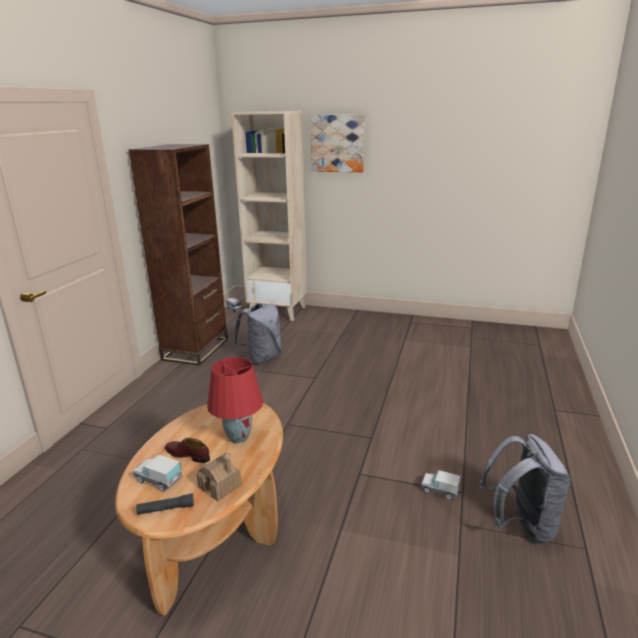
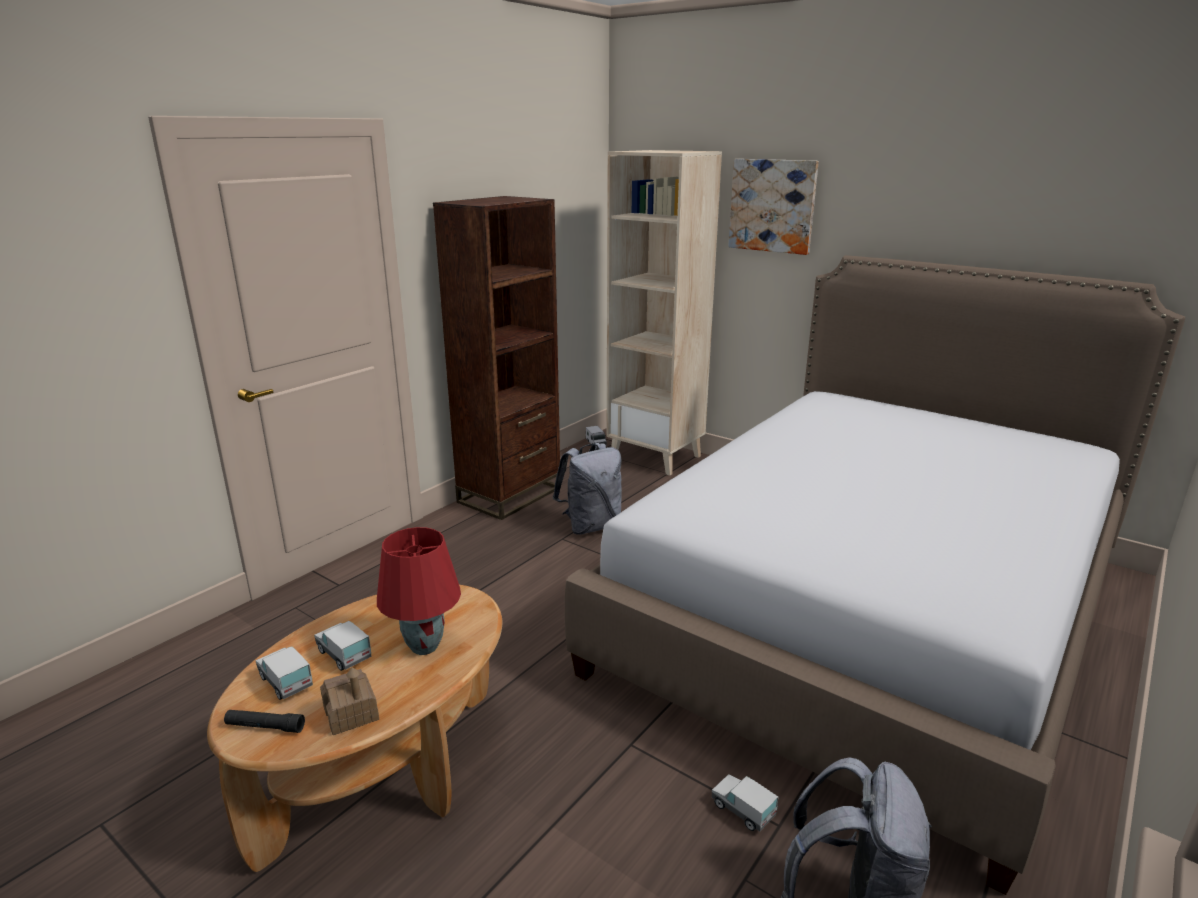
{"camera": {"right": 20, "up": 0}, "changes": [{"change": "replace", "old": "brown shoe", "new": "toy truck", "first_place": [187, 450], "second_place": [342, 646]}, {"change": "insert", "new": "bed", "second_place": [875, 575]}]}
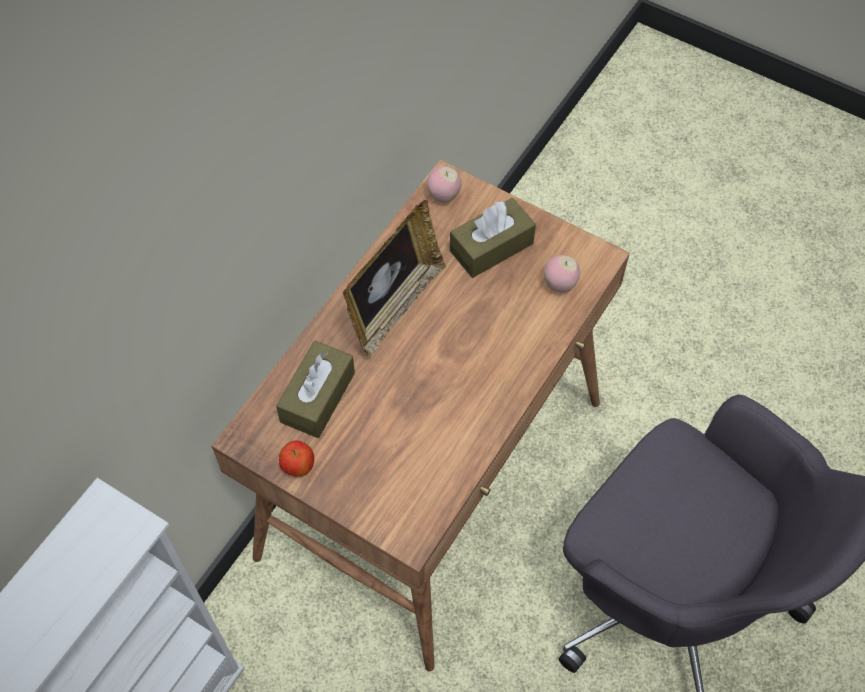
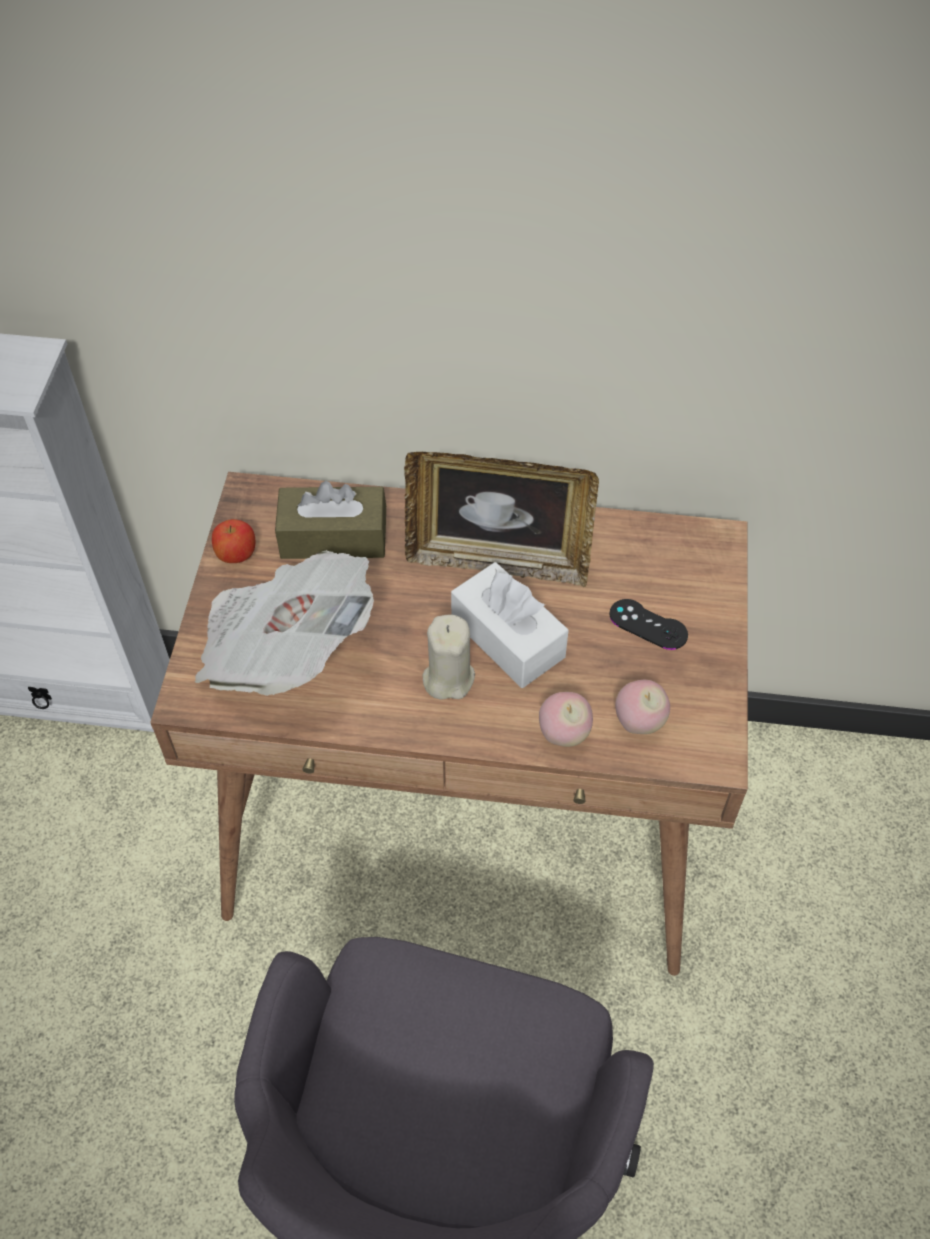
{"camera": {"right": 65, "up": -5}, "changes": [{"change": "move", "old": "apple", "first_place": [444, 184], "second_place": [566, 719]}, {"change": "replace", "old": "brown tissue box", "new": "black game controller", "first_place": [493, 238], "second_place": [649, 624]}, {"change": "insert", "new": "newspaper", "second_place": [284, 623]}, {"change": "insert", "new": "white tissue box", "second_place": [510, 625]}, {"change": "insert", "new": "beige candle", "second_place": [449, 657]}]}
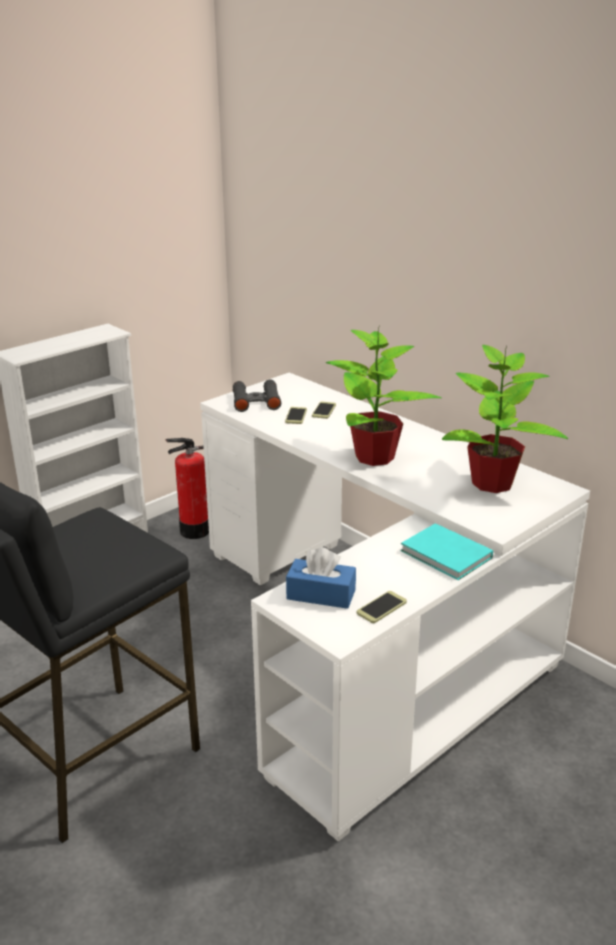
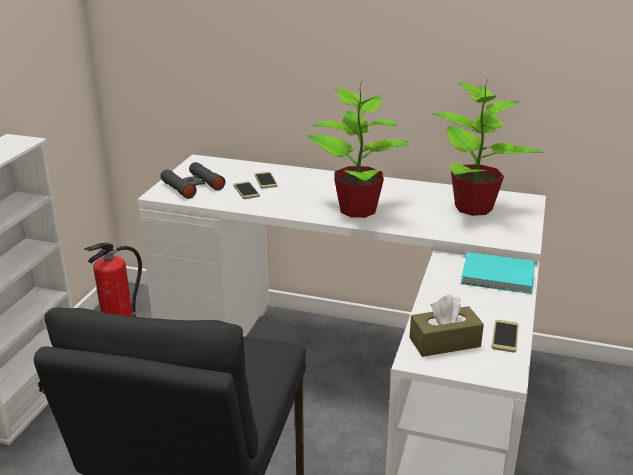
{"camera": {"right": -30, "up": 0}, "changes": [{"change": "recolor", "old": "blue tissue box", "new": "brown tissue box", "first_place": [321, 578], "second_place": [446, 326]}]}
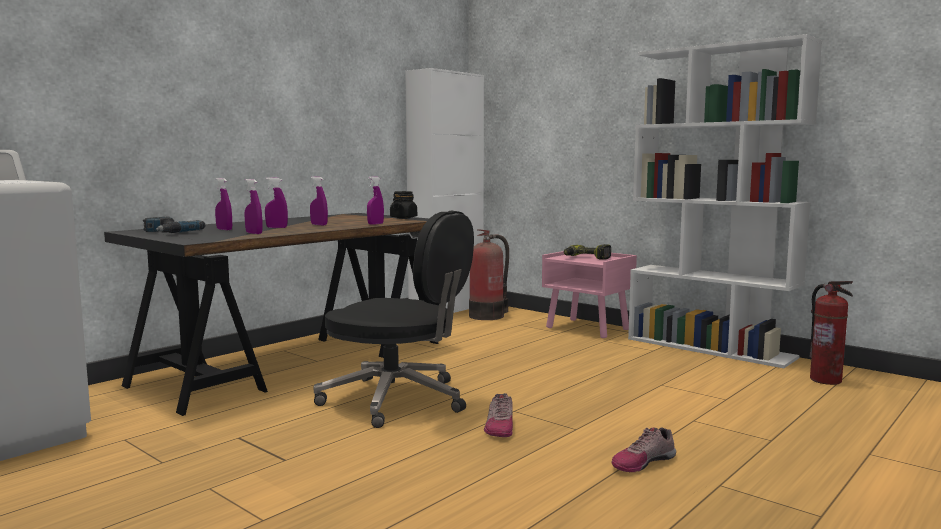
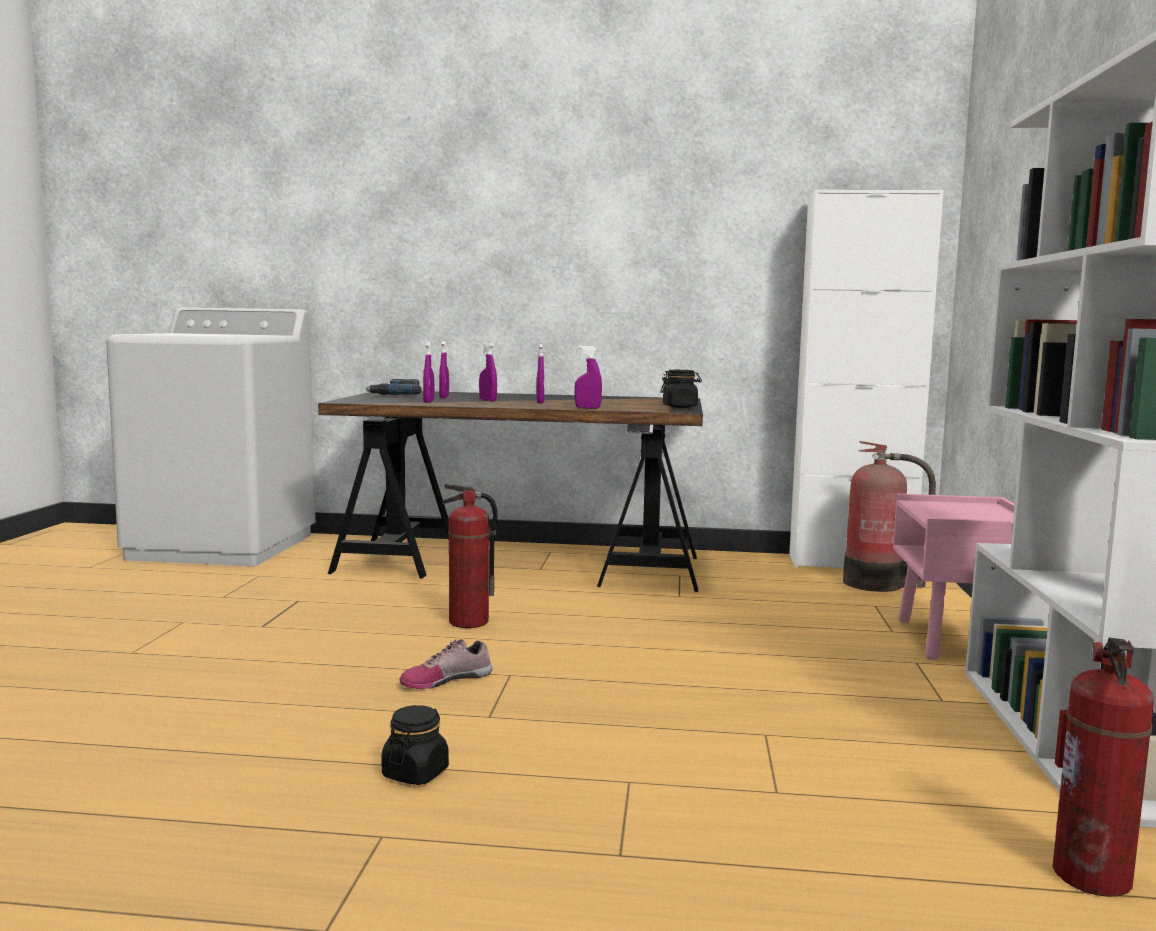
{"camera": {"right": 55, "up": 0}, "changes": [{"change": "replace", "old": "black office chair", "new": "fire extinguisher", "first_place": [393, 319], "second_place": [470, 556]}, {"change": "delete", "old": "power drill", "first_place": [587, 252]}, {"change": "replace", "old": "shoe", "new": "black jar", "first_place": [643, 449], "second_place": [415, 745]}]}
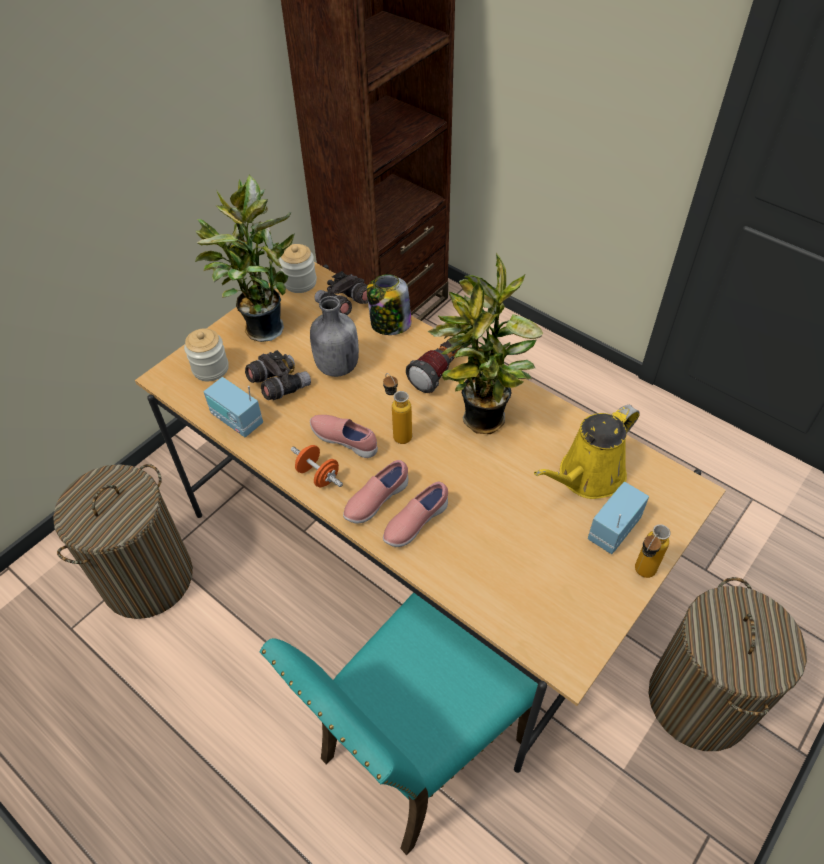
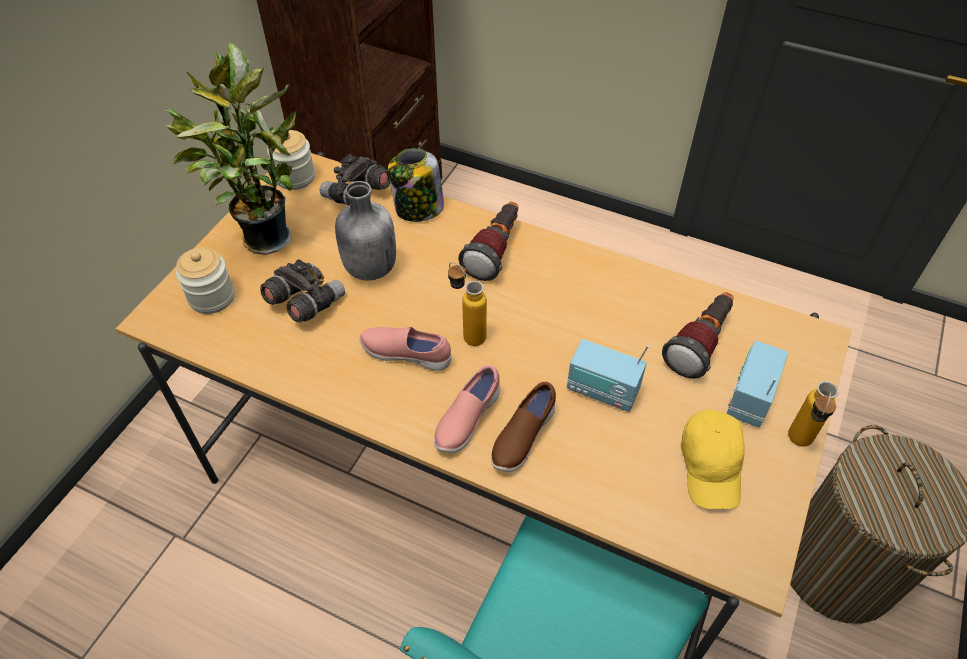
{"camera": {"right": -15, "up": 0}, "changes": [{"change": "delete", "old": "potted plant", "first_place": [485, 343]}, {"change": "move", "old": "radio", "first_place": [233, 407], "second_place": [608, 375]}, {"change": "replace", "old": "yellow watering can", "new": "flashlight", "first_place": [587, 452], "second_place": [698, 335]}, {"change": "delete", "old": "orange dumbbell", "first_place": [317, 466]}, {"change": "delete", "old": "laundry basket", "first_place": [123, 541]}, {"change": "recolor", "old": "pink shoe", "new": "brown shoe", "first_place": [415, 514], "second_place": [523, 427]}, {"change": "insert", "new": "yellow cap", "second_place": [713, 459]}]}
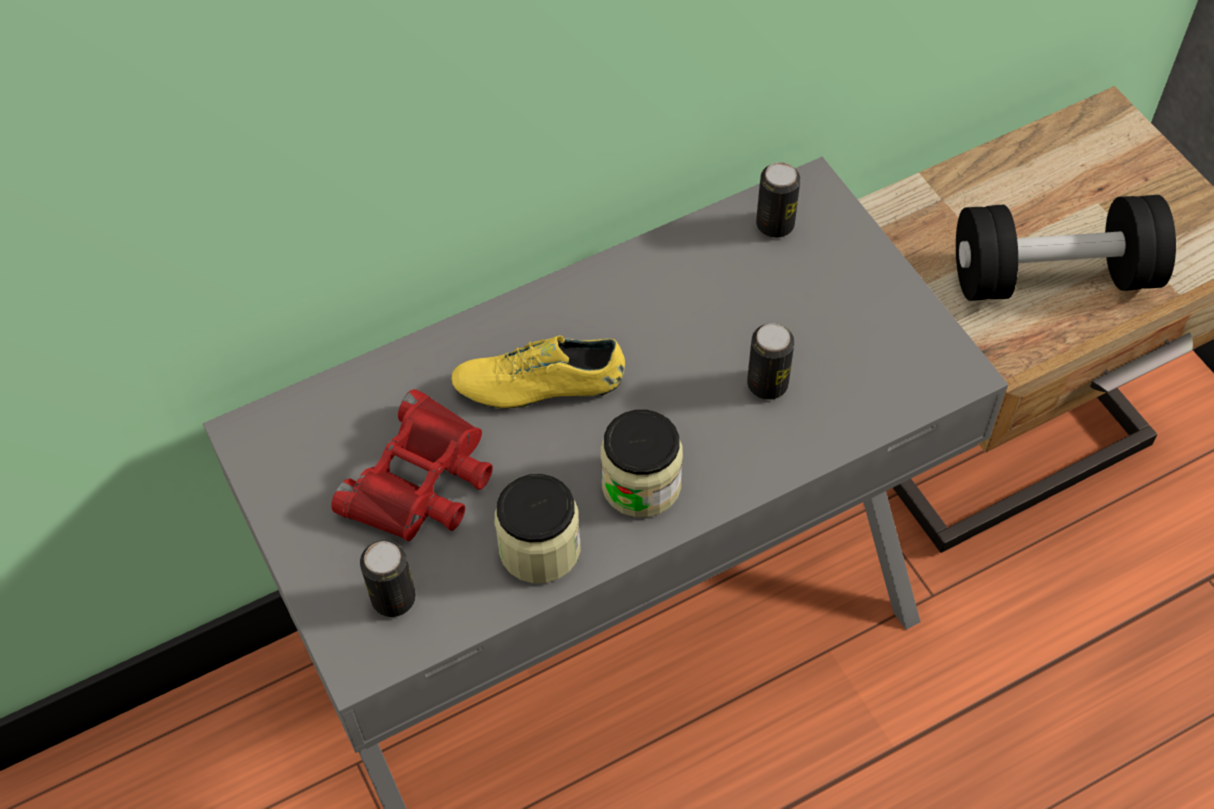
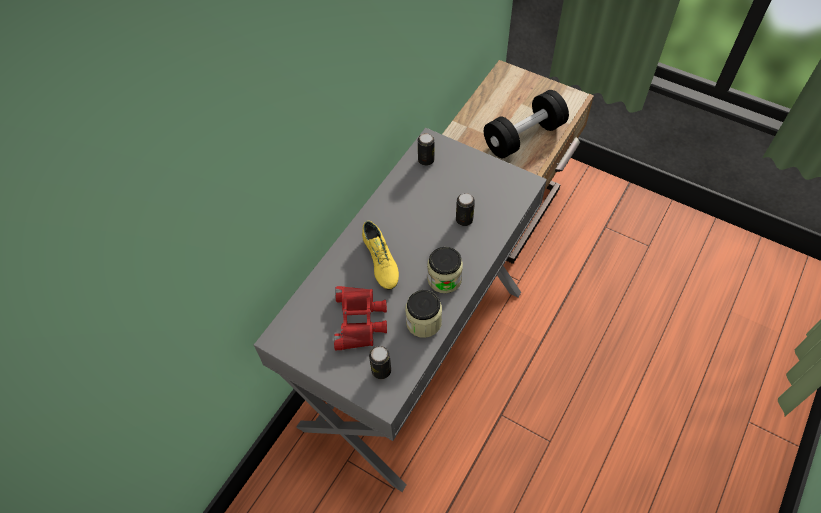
{"camera": {"right": -30, "up": 0}, "changes": [{"change": "rotate", "old": "yellow shoe", "first_place": [538, 372], "second_place": [380, 255], "degrees": -75}]}
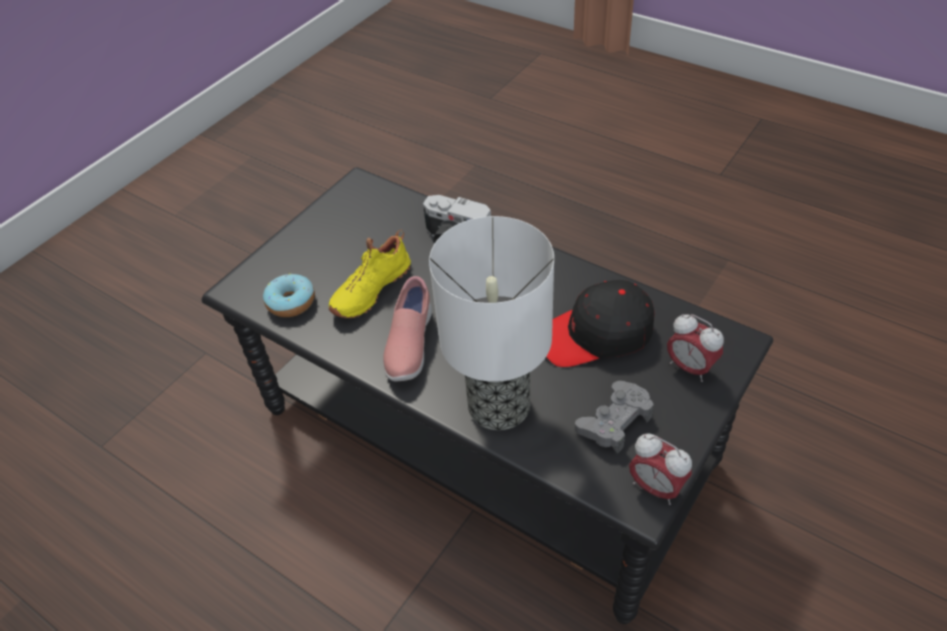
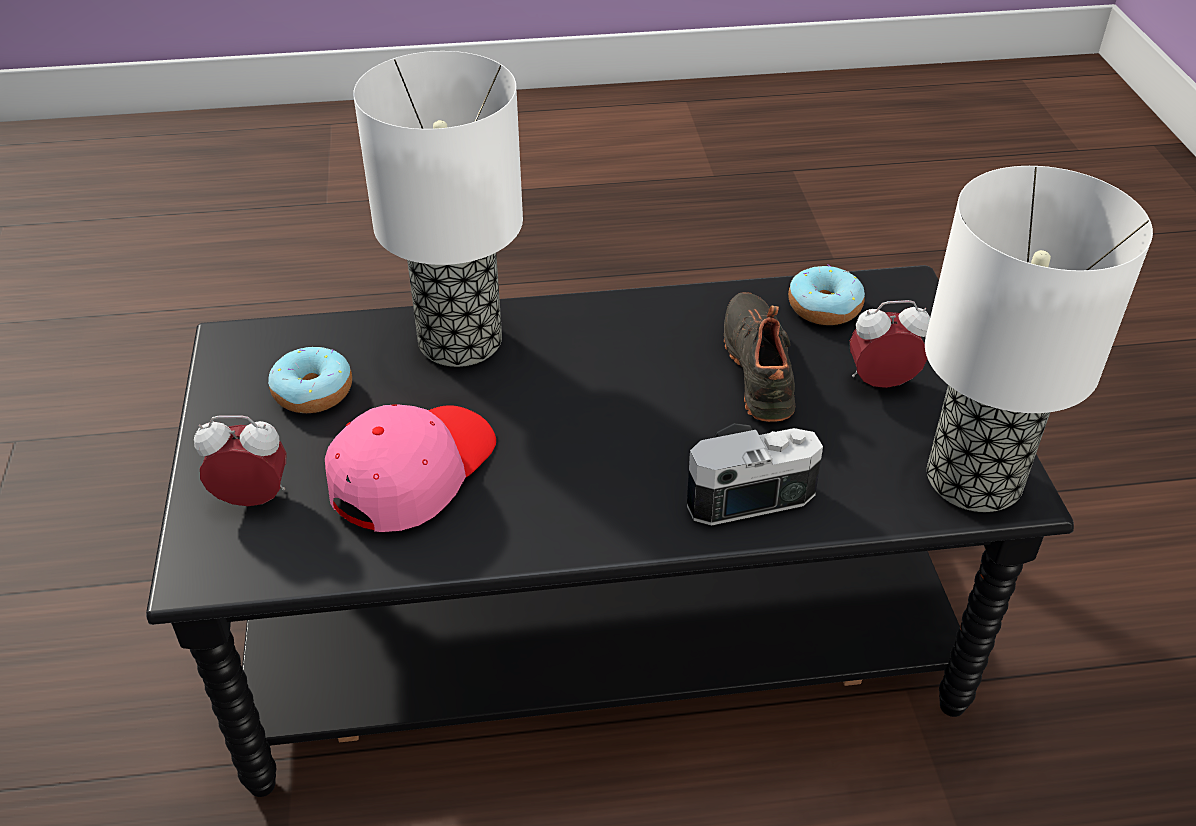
{"camera": {"right": 135, "up": -5}, "changes": [{"change": "recolor", "old": "yellow shoe", "new": "black shoe", "first_place": [370, 274], "second_place": [759, 357]}, {"change": "delete", "old": "pink shoe", "first_place": [407, 328]}, {"change": "recolor", "old": "black cap", "new": "pink cap", "first_place": [600, 323], "second_place": [410, 468]}, {"change": "replace", "old": "grey game controller", "new": "donut", "first_place": [614, 417], "second_place": [310, 380]}, {"change": "move", "old": "alarm clock", "first_place": [660, 469], "second_place": [889, 344]}, {"change": "insert", "new": "table lamp", "second_place": [1039, 339]}]}
